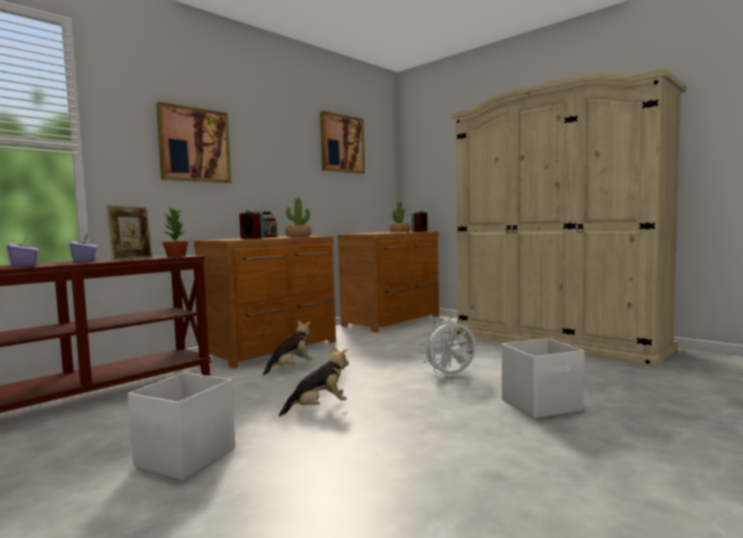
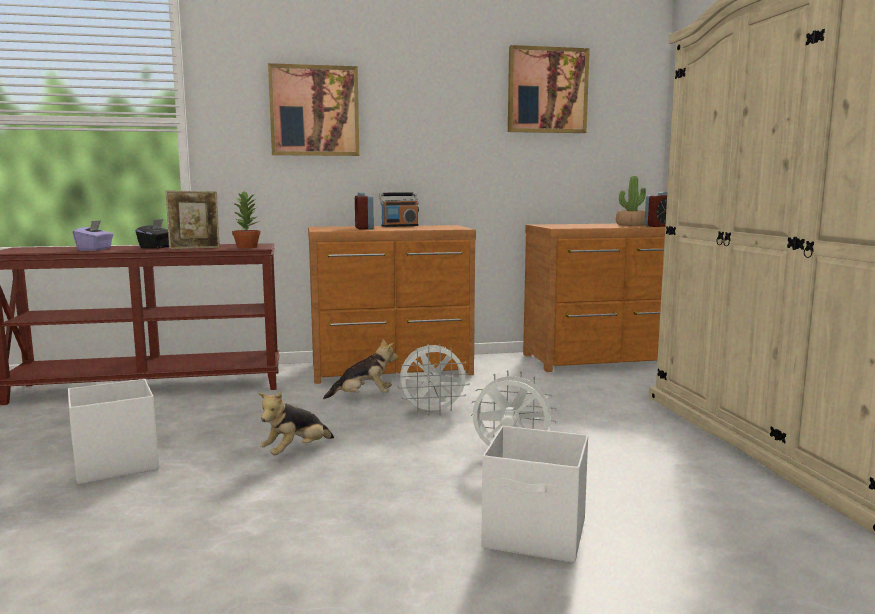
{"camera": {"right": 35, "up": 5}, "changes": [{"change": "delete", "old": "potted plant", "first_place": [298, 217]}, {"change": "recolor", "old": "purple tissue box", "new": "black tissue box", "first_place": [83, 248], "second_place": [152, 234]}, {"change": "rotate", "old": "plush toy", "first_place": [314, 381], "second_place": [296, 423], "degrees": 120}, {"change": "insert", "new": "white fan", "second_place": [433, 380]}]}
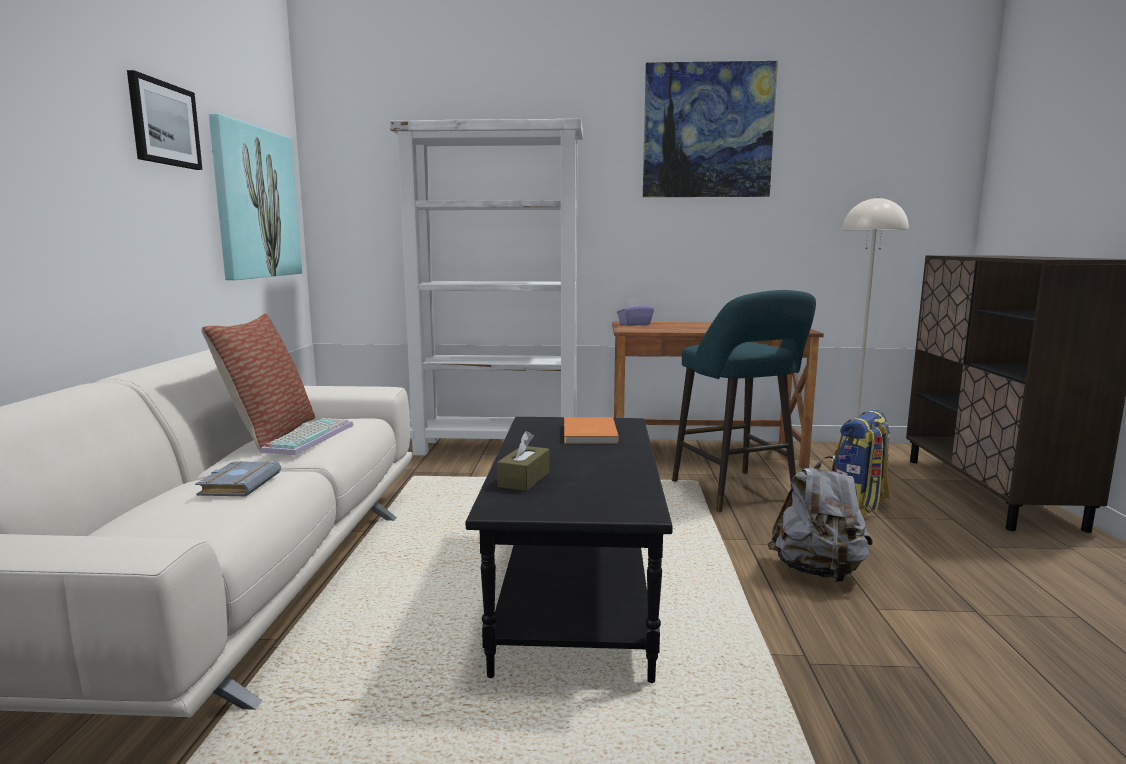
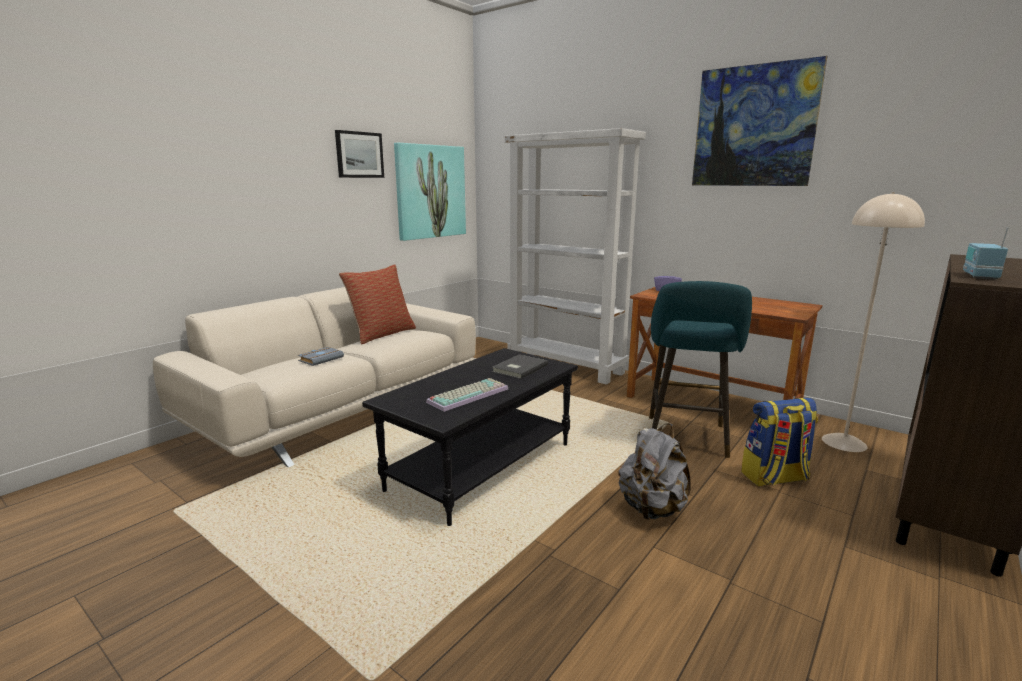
{"camera": {"right": 35, "up": 5}, "changes": [{"change": "recolor", "old": "orange book", "new": "grey book", "first_place": [591, 430], "second_place": [520, 367]}, {"change": "move", "old": "keyboard", "first_place": [307, 436], "second_place": [467, 395]}, {"change": "delete", "old": "brown tissue box", "first_place": [523, 461]}, {"change": "insert", "new": "radio", "second_place": [986, 253]}]}
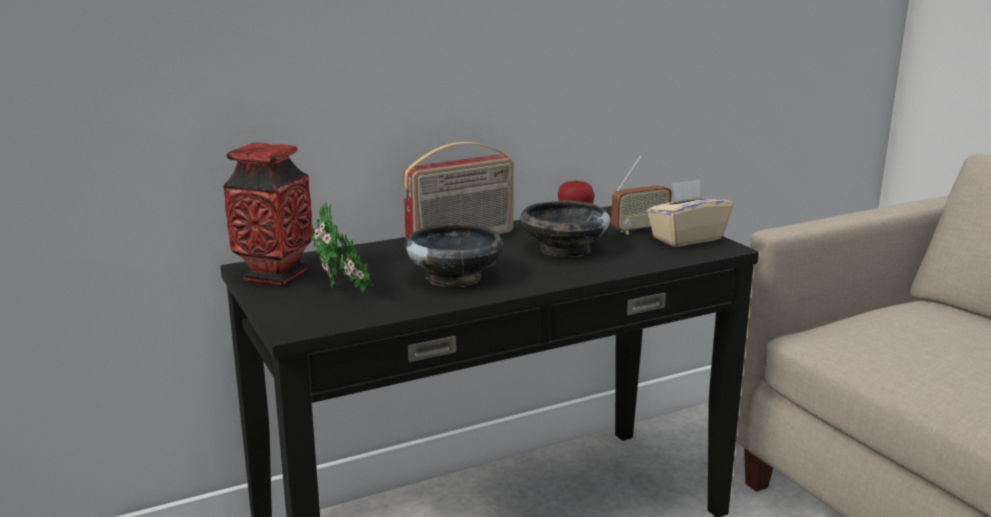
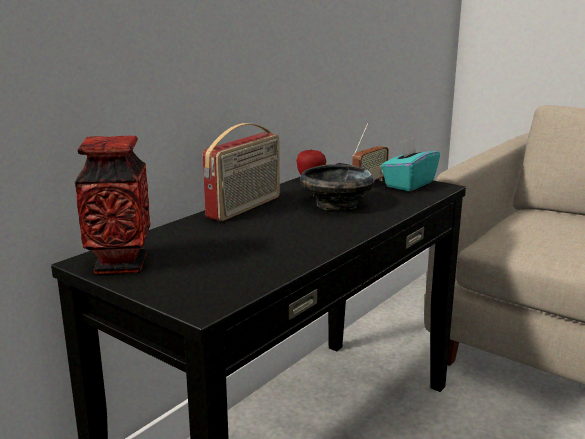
{"camera": {"right": -25, "up": 0}, "changes": [{"change": "recolor", "old": "beige tissue box", "new": "turquoise tissue box", "first_place": [689, 213], "second_place": [410, 164]}, {"change": "delete", "old": "potted plant", "first_place": [342, 246]}, {"change": "delete", "old": "black bowl", "first_place": [454, 255]}]}
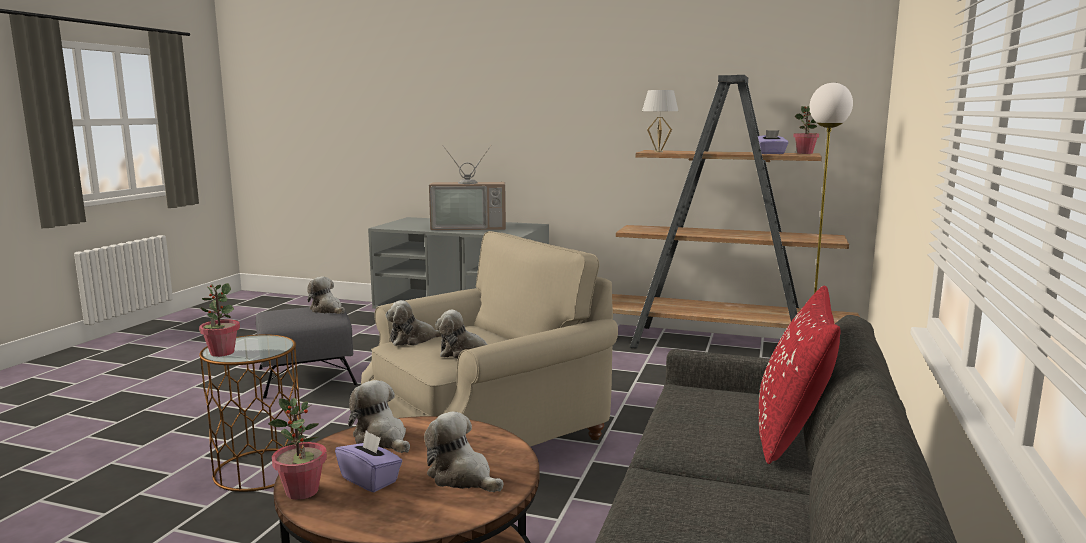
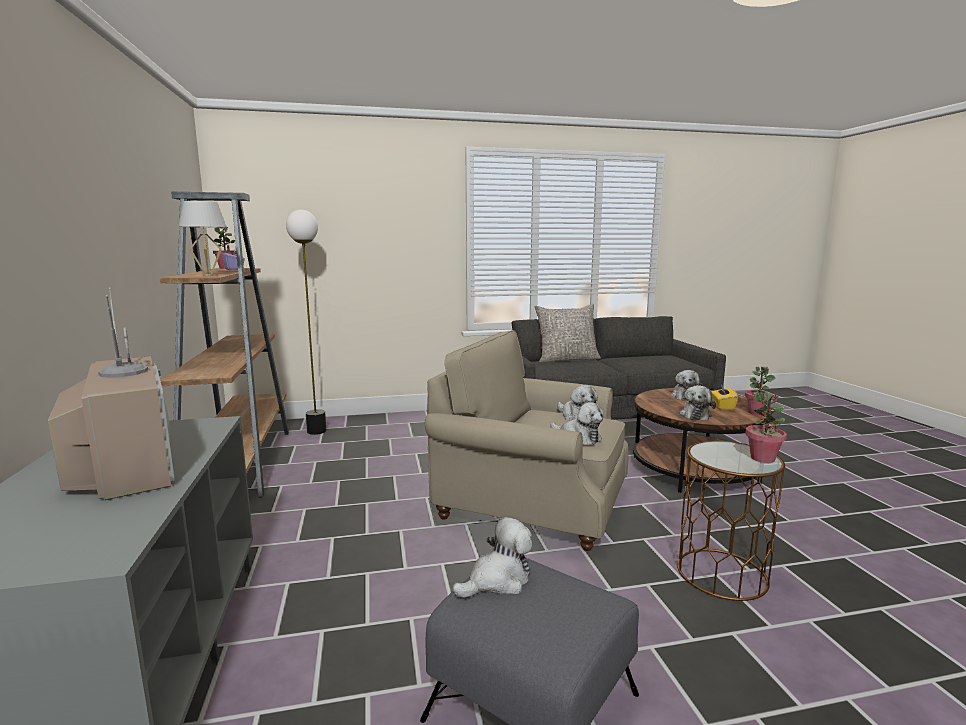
{"camera": {"right": -120, "up": 0}, "changes": [{"change": "rotate", "old": "plush toy", "first_place": [326, 295], "second_place": [492, 557], "degrees": -135}, {"change": "recolor", "old": "red pillow", "new": "grey pillow", "first_place": [799, 375], "second_place": [567, 333]}, {"change": "recolor", "old": "purple tissue box", "new": "yellow tissue box", "first_place": [368, 461], "second_place": [724, 397]}]}
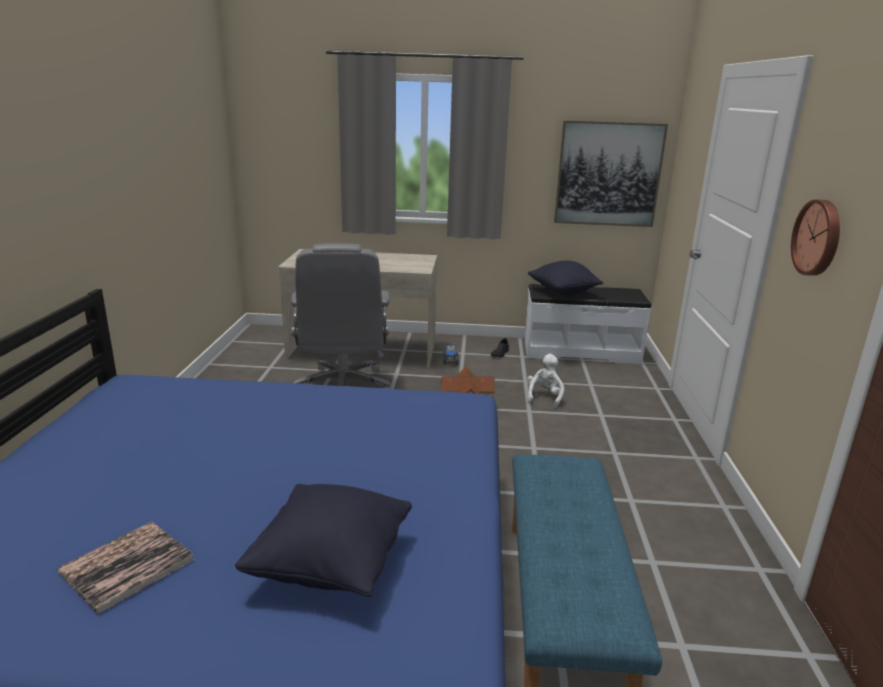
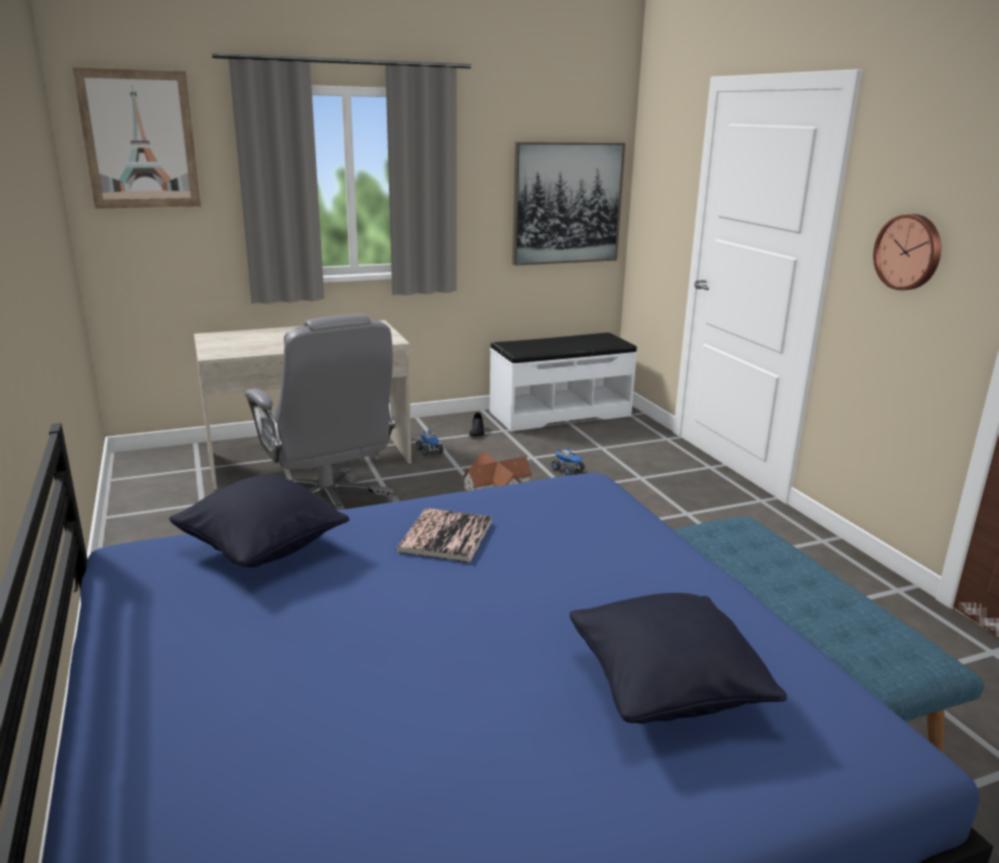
{"camera": {"right": -25, "up": 0}, "changes": [{"change": "move", "old": "black pillow", "first_place": [565, 278], "second_place": [259, 521]}, {"change": "replace", "old": "white plush toy", "new": "toy truck", "first_place": [545, 380], "second_place": [568, 461]}, {"change": "move", "old": "book", "first_place": [125, 568], "second_place": [444, 535]}, {"change": "insert", "new": "picture", "second_place": [137, 138]}]}
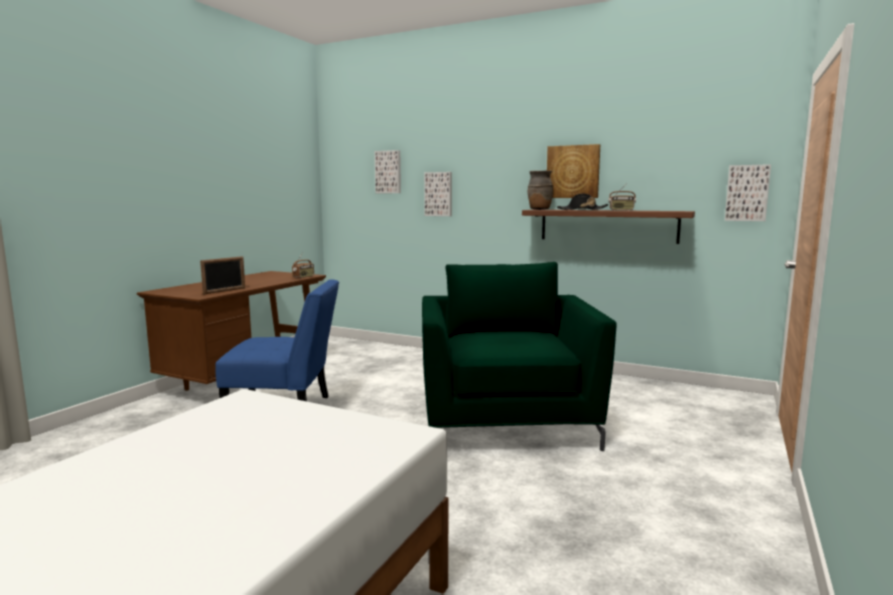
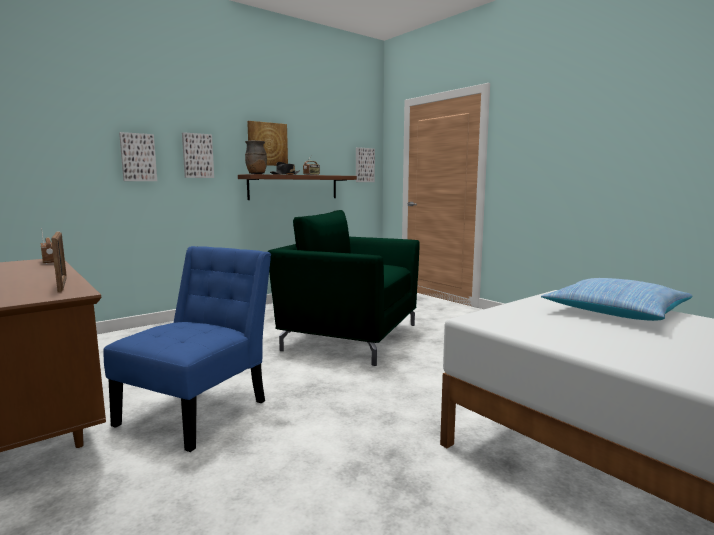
{"camera": {"right": -65, "up": 0}, "changes": [{"change": "move", "old": "picture", "first_place": [388, 171], "second_place": [198, 155]}, {"change": "insert", "new": "pillow", "second_place": [617, 299]}]}
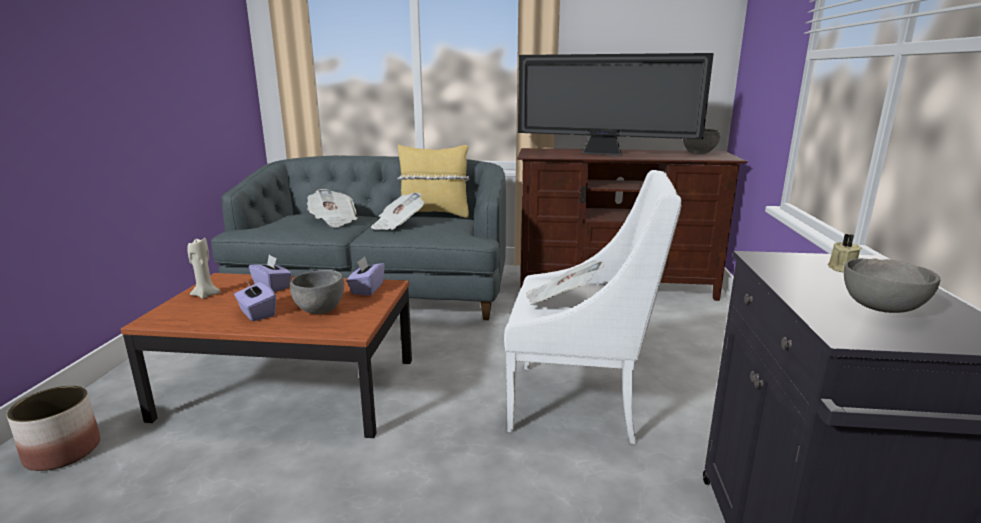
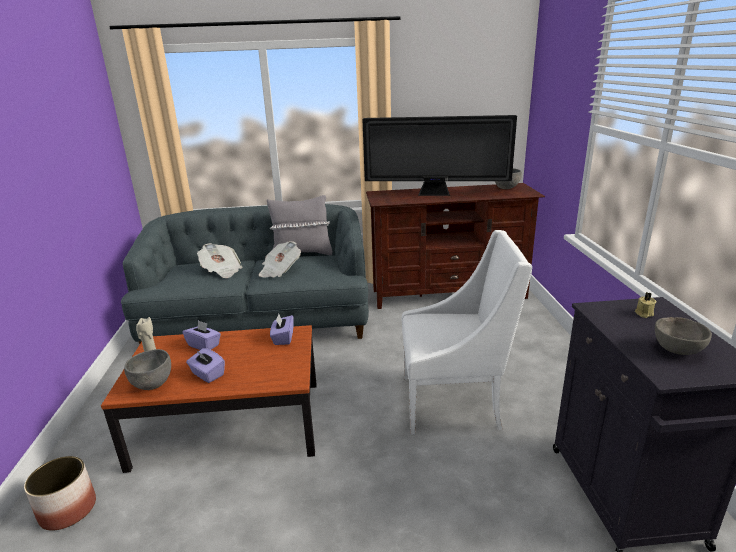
{"camera": {"right": -10, "up": 5}, "changes": [{"change": "recolor", "old": "yellow pillow", "new": "grey pillow", "first_place": [433, 181], "second_place": [299, 225]}, {"change": "delete", "old": "newspaper", "first_place": [565, 282]}, {"change": "move", "old": "grey bowl", "first_place": [317, 292], "second_place": [147, 369]}]}
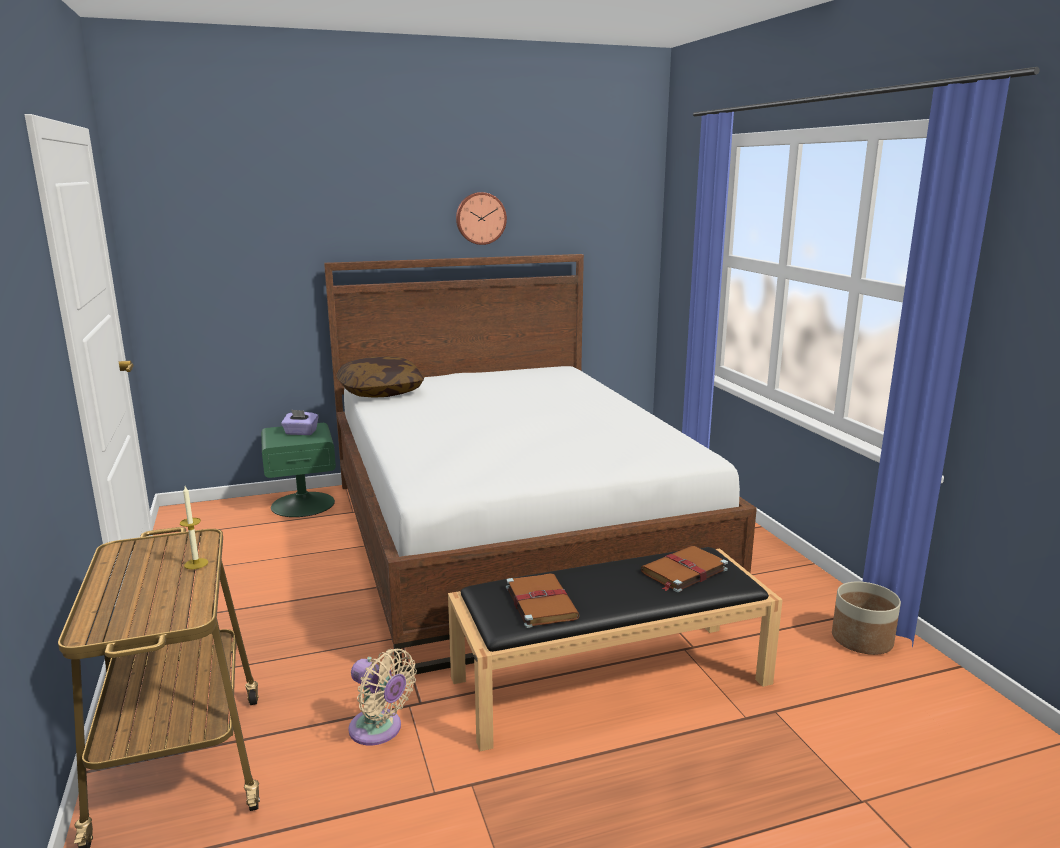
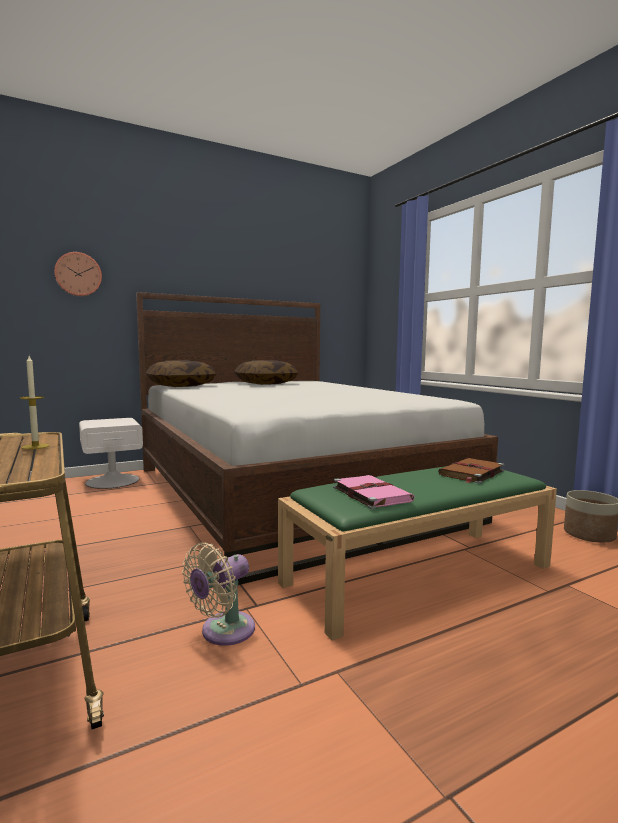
{"camera": {"right": -10, "up": -10}, "changes": [{"change": "move", "old": "wall clock", "first_place": [481, 218], "second_place": [78, 274]}, {"change": "delete", "old": "purple tissue box", "first_place": [300, 422]}, {"change": "recolor", "old": "green nightstand", "new": "white nightstand", "first_place": [298, 470], "second_place": [111, 453]}, {"change": "recolor", "old": "black bench", "new": "green bench", "first_place": [615, 649], "second_place": [417, 553]}, {"change": "recolor", "old": "brown book", "new": "pink book", "first_place": [543, 600], "second_place": [374, 492]}, {"change": "rotate", "old": "beige fan", "first_place": [382, 697], "second_place": [218, 594], "degrees": 105}, {"change": "insert", "new": "pillow", "second_place": [266, 372]}]}
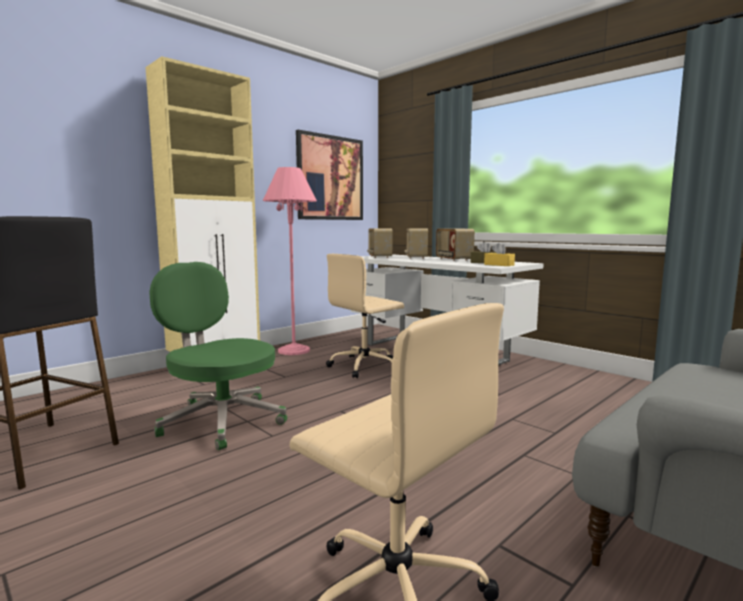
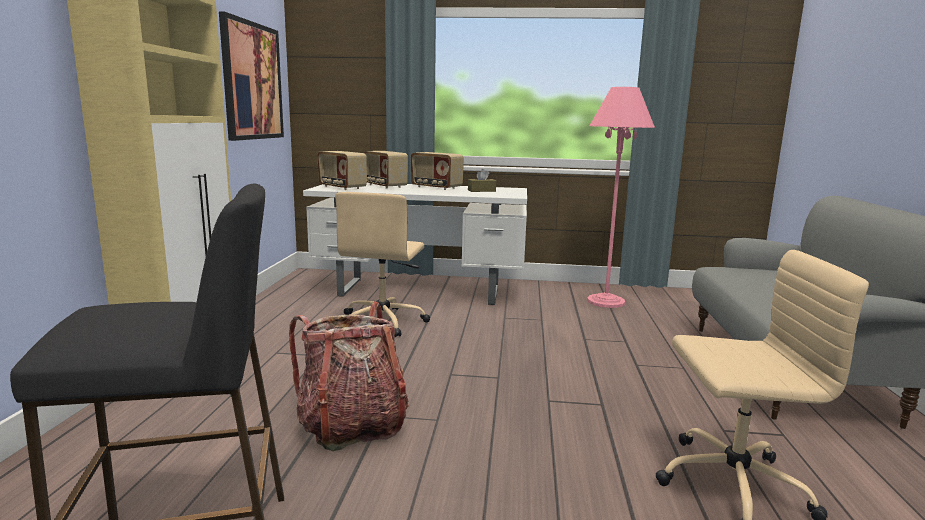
{"camera": {"right": -40, "up": 5}, "changes": [{"change": "move", "old": "pink floor lamp", "first_place": [290, 261], "second_place": [621, 197]}, {"change": "delete", "old": "yellow tissue box", "first_place": [499, 254]}, {"change": "replace", "old": "green office chair", "new": "backpack", "first_place": [218, 356], "second_place": [349, 376]}]}
